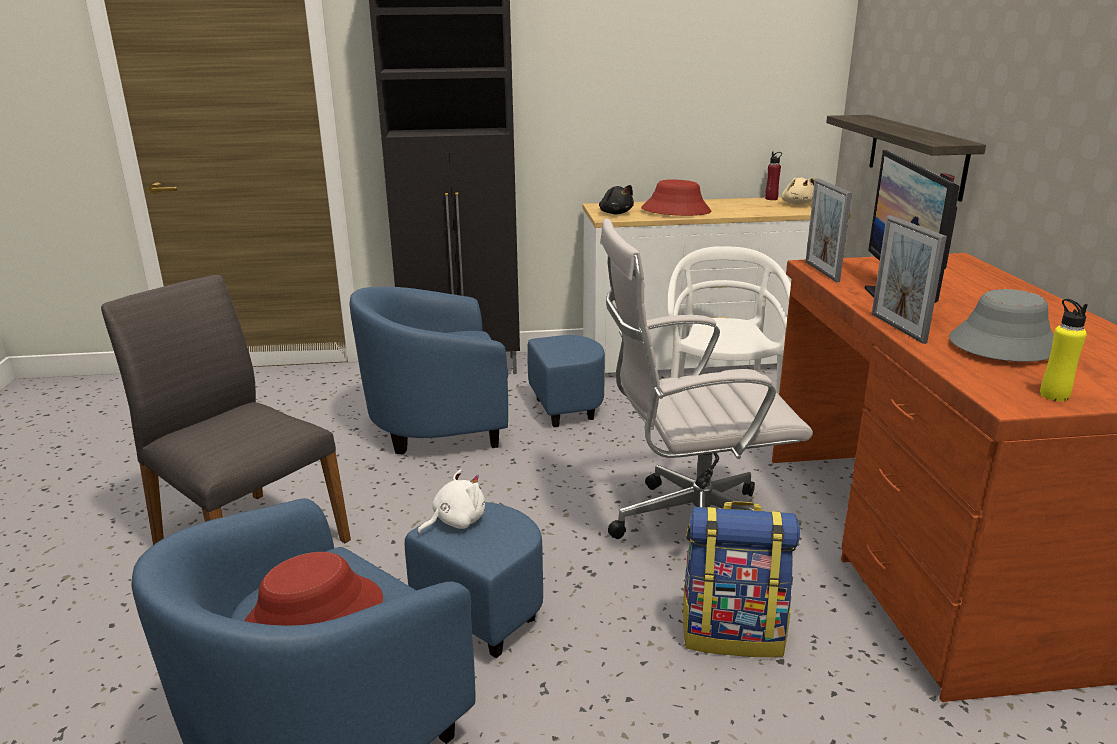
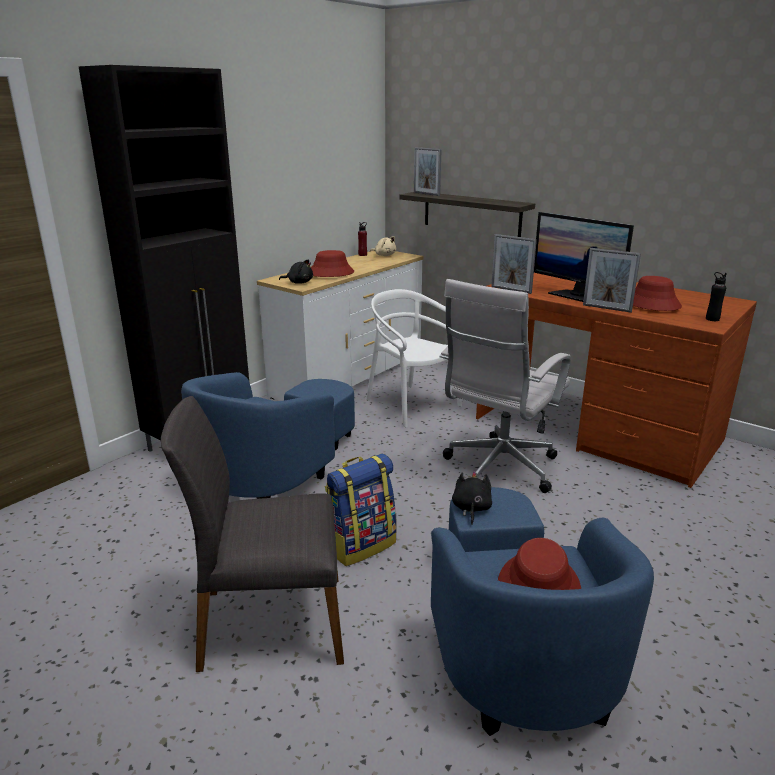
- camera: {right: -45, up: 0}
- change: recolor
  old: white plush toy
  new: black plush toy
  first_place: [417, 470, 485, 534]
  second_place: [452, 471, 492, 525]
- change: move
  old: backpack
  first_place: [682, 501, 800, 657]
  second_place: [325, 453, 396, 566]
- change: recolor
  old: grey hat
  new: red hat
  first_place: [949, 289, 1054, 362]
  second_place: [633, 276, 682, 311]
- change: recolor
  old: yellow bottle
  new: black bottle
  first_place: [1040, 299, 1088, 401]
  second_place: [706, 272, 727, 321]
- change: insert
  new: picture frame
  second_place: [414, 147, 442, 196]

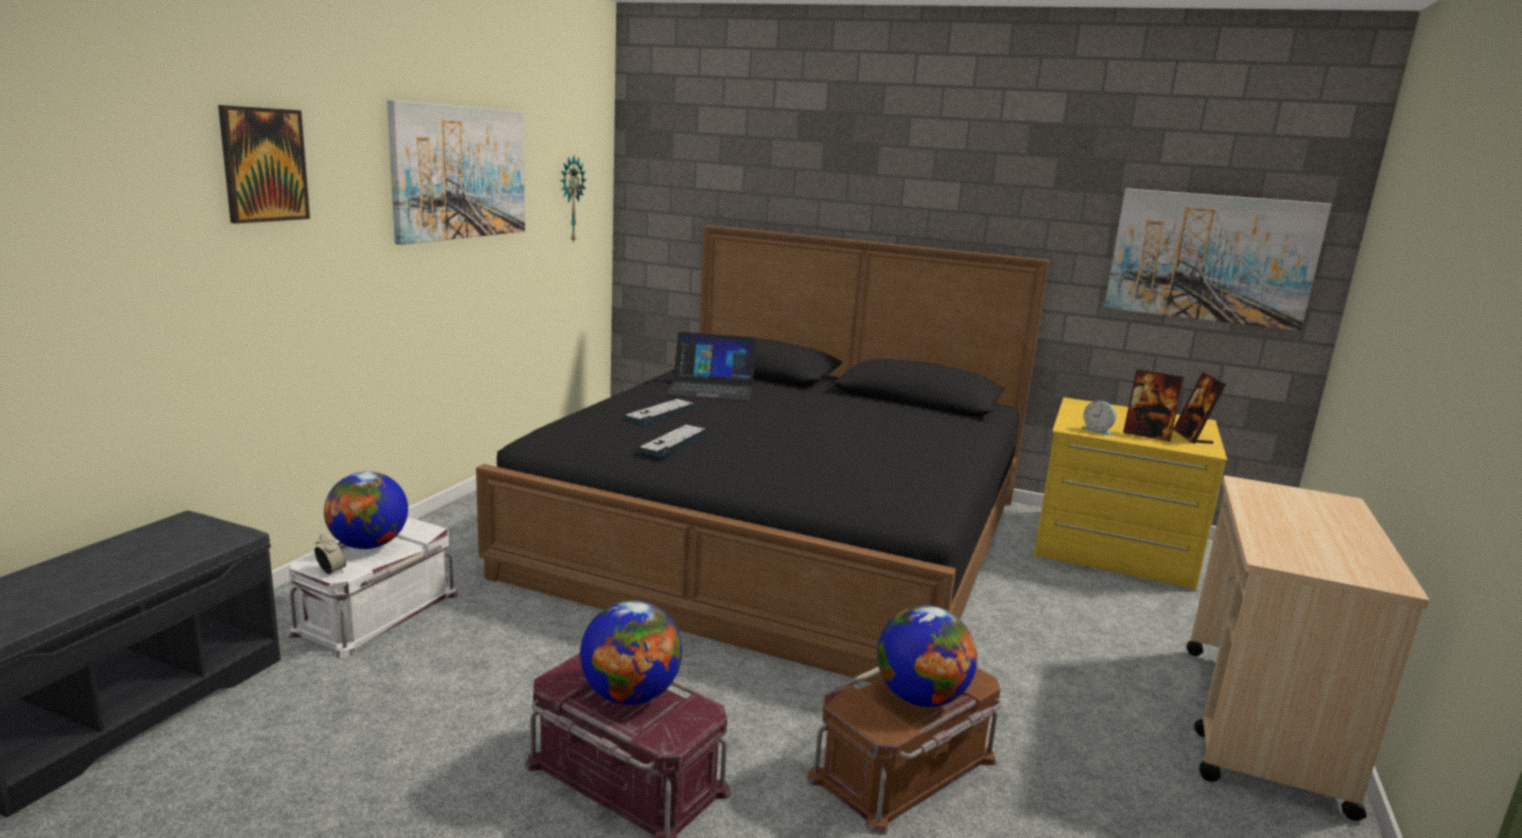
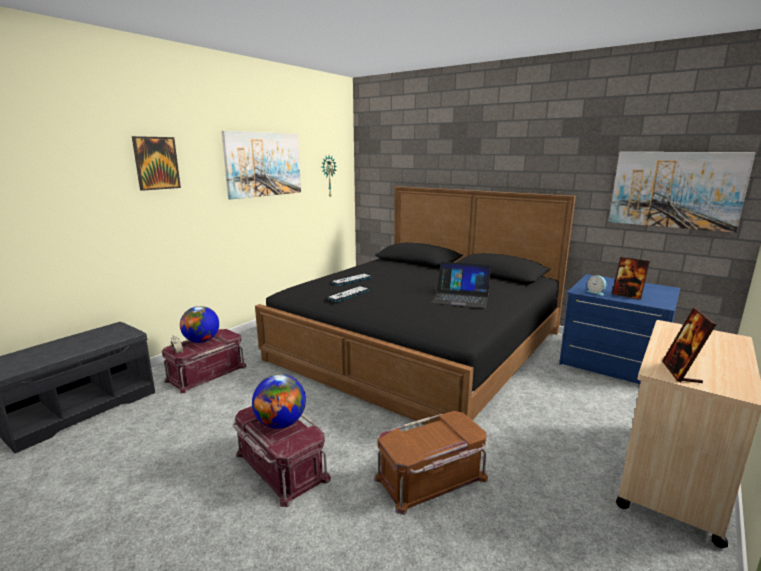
- camera: {right: 15, up: 0}
- change: recolor
  old: white storage box
  new: red storage box
  first_place: [288, 518, 458, 658]
  second_place: [162, 329, 247, 393]
- change: move
  old: laptop
  first_place: [666, 332, 756, 401]
  second_place: [431, 261, 491, 308]
- change: delete
  old: globe
  first_place: [877, 605, 977, 707]
- change: recolor
  old: yellow dresser
  new: blue dresser
  first_place: [1034, 397, 1227, 591]
  second_place: [559, 274, 680, 384]
- change: move
  old: picture frame
  first_place: [1173, 372, 1226, 444]
  second_place: [662, 307, 716, 383]

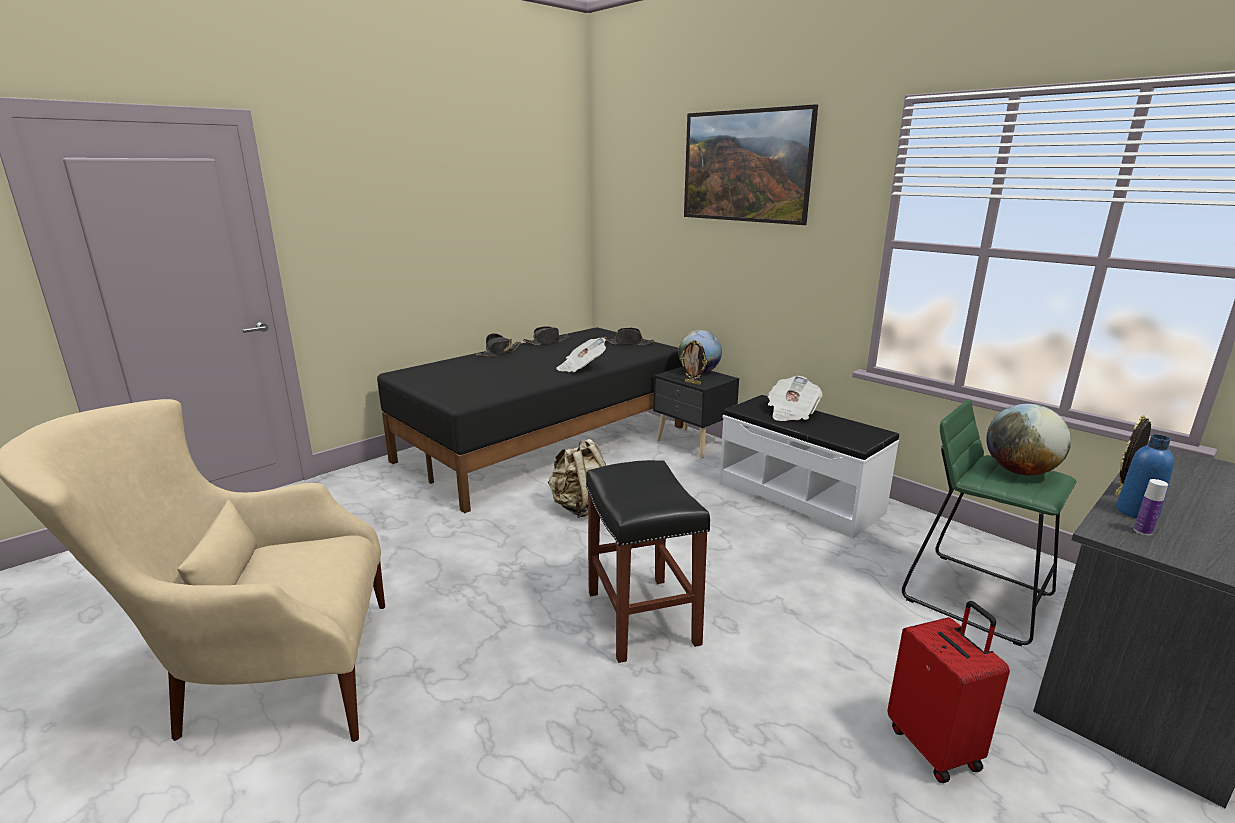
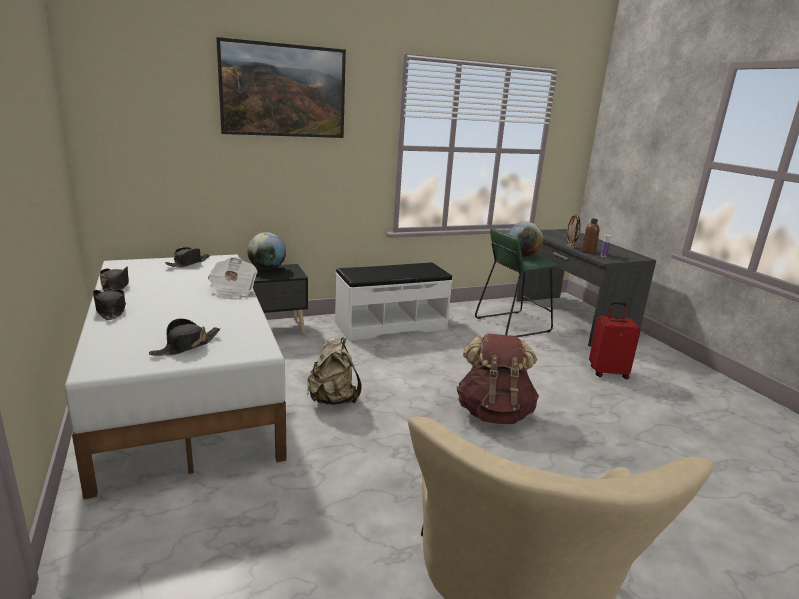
- camera: {right: -70, up: 0}
- change: recolor
  old: black bed
  new: white bed
  first_place: [377, 327, 683, 513]
  second_place: [65, 254, 287, 499]
- change: replace
  old: black stool
  new: brown backpack
  first_place: [586, 460, 710, 663]
  second_place: [456, 334, 539, 424]
- change: delete
  old: picture frame
  first_place: [680, 339, 707, 385]
- change: delete
  old: newspaper
  first_place: [768, 376, 823, 421]
- change: recolor
  old: blue bottle
  new: brown bottle
  first_place: [1116, 434, 1174, 519]
  second_place: [581, 219, 600, 254]
- change: insert
  new: black hat
  second_place: [149, 319, 220, 356]

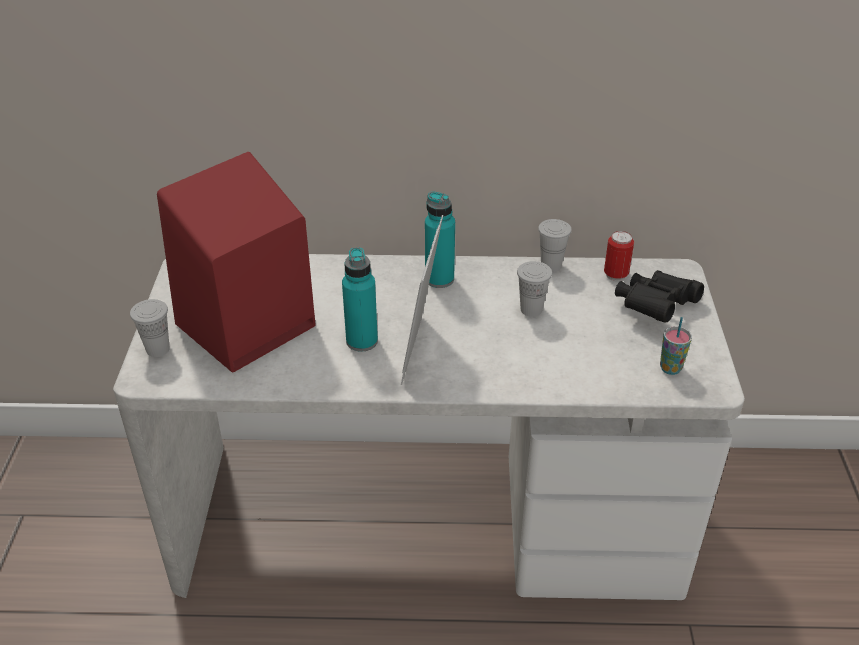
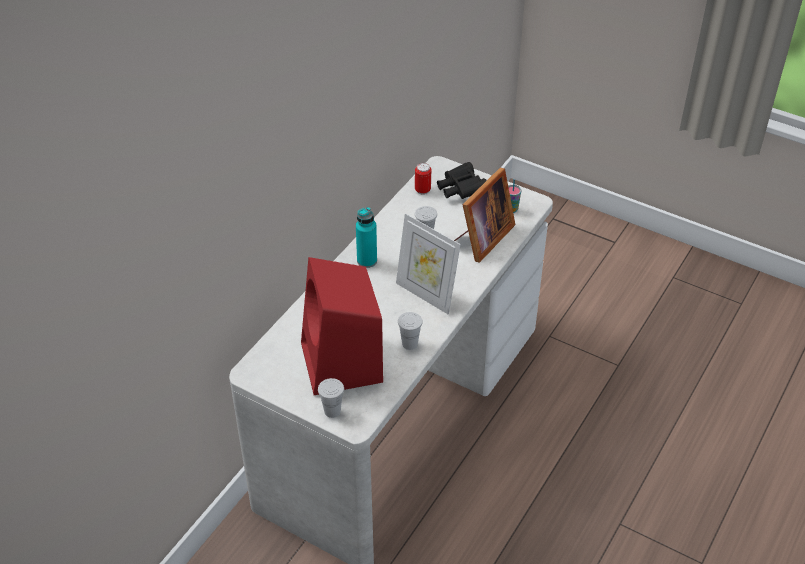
- camera: {right: -60, up: 5}
- change: delete
  old: turquoise bottle
  first_place: [342, 247, 378, 352]
- change: move
  old: white cup
  first_place: [538, 219, 572, 272]
  second_place: [398, 312, 423, 350]
- change: insert
  new: picture frame
  second_place: [454, 168, 515, 263]

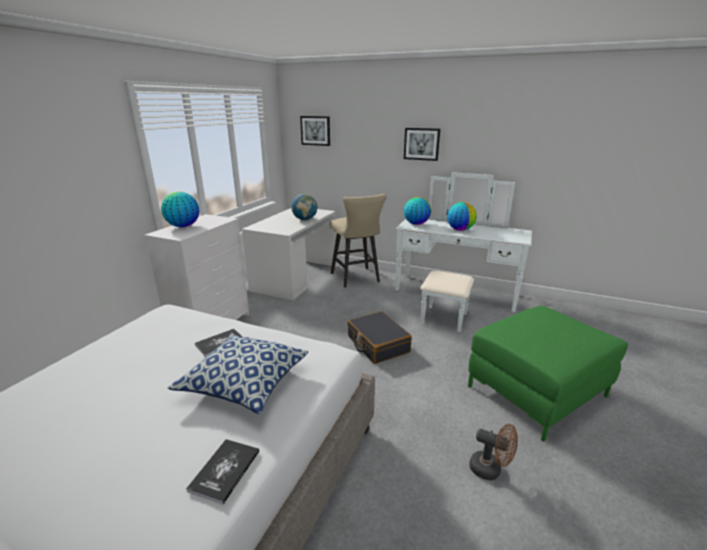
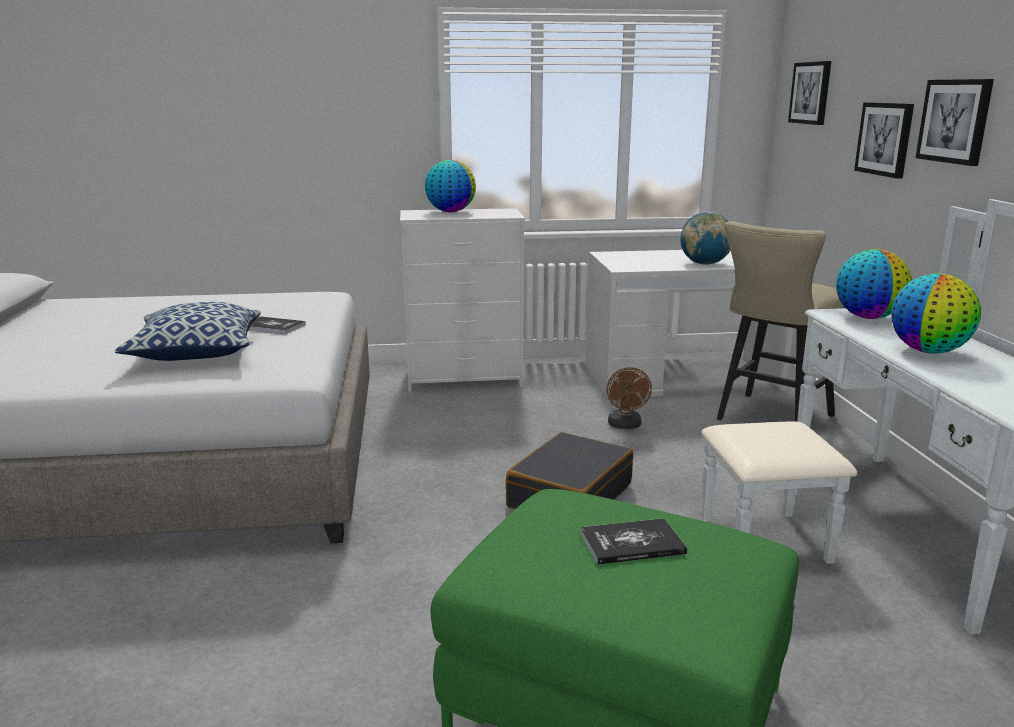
- camera: {right: 60, up: -5}
- change: move
  old: book
  first_place: [186, 439, 259, 505]
  second_place: [580, 518, 687, 565]
- change: move
  old: brown fan
  first_place: [469, 424, 518, 480]
  second_place: [606, 367, 652, 429]
- change: insert
  new: picture
  second_place: [854, 102, 914, 178]

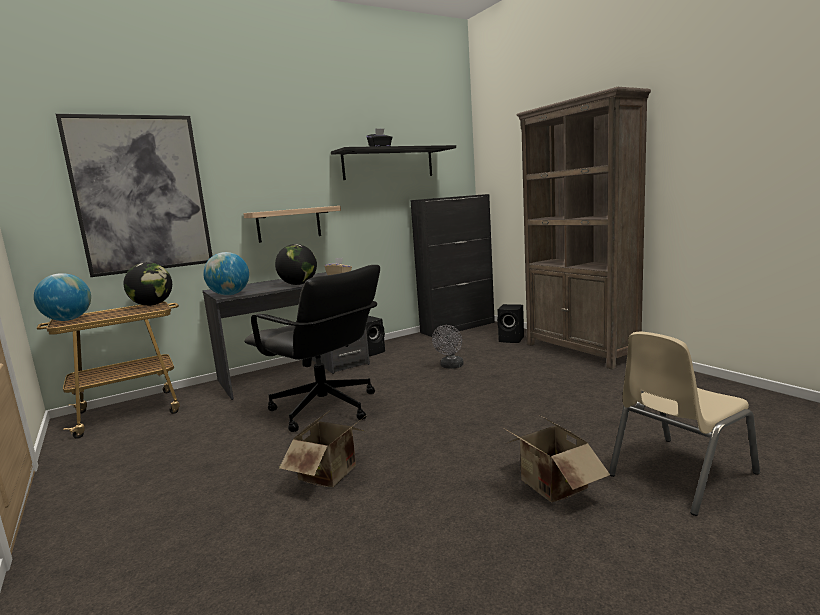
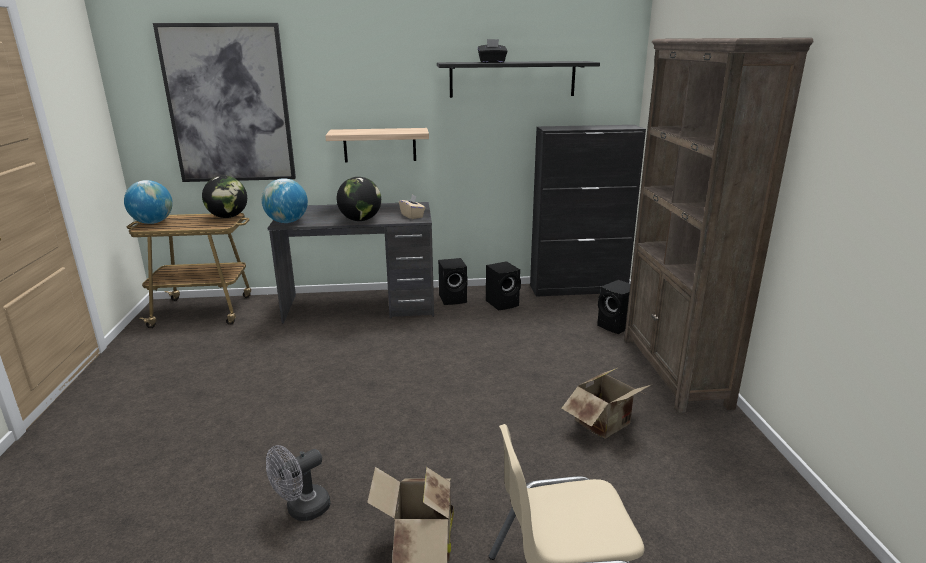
- camera: {right: 25, up: 10}
- change: delete
  old: black office chair
  first_place: [244, 265, 380, 432]
- change: move
  old: cardboard box
  first_place: [279, 409, 364, 487]
  second_place: [561, 368, 651, 439]
- change: move
  old: grey fan
  first_place: [432, 325, 464, 369]
  second_place: [266, 445, 330, 521]
- change: insert
  new: black speaker
  second_place: [486, 261, 521, 310]

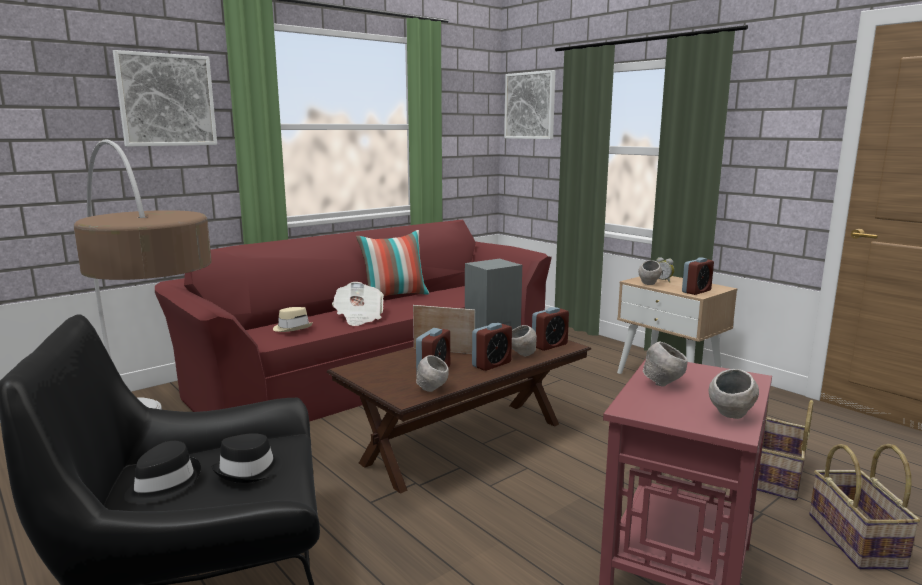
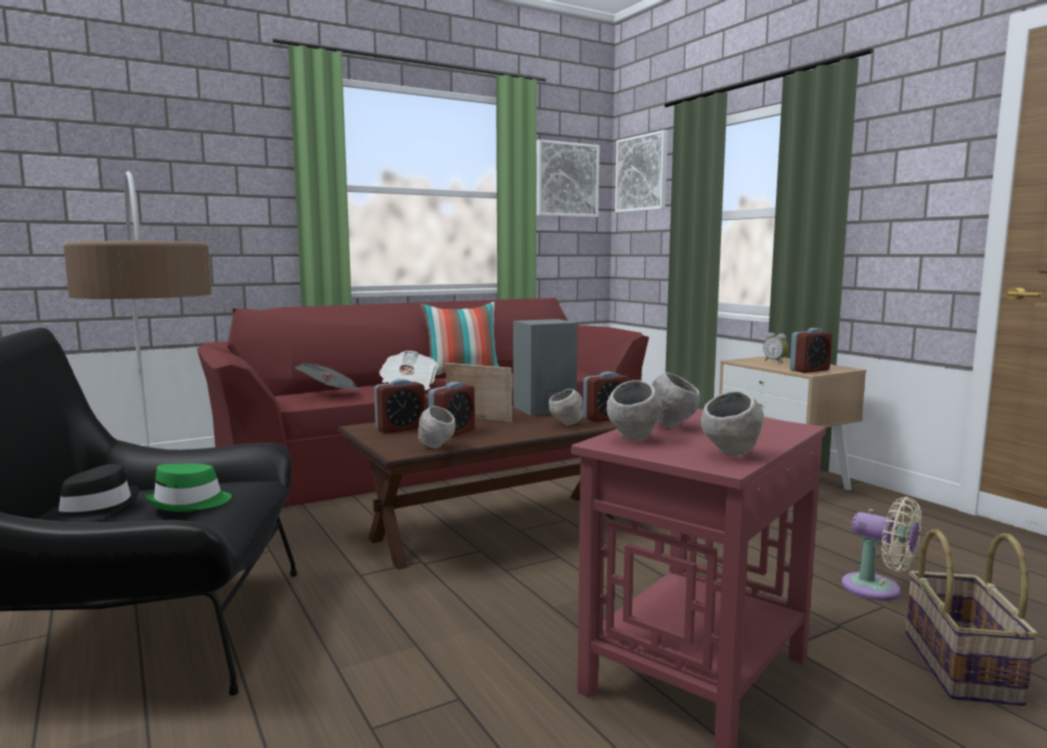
- camera: {right: 10, up: -5}
- change: move
  old: picture
  first_place: [113, 50, 217, 146]
  second_place: [536, 139, 600, 217]
- change: recolor
  old: black hat
  new: green hat
  first_place: [212, 433, 283, 483]
  second_place: [145, 463, 232, 512]
- change: replace
  old: beige hat
  new: newspaper
  first_place: [273, 307, 313, 332]
  second_place: [295, 363, 360, 390]
- change: move
  old: alarm clock
  first_place: [472, 323, 512, 371]
  second_place: [374, 379, 425, 433]
- change: move
  old: grey bowl
  first_place: [638, 260, 662, 285]
  second_place: [606, 380, 662, 440]
- change: replace
  old: basket
  new: beige fan
  first_place: [757, 399, 814, 501]
  second_place: [841, 497, 922, 601]

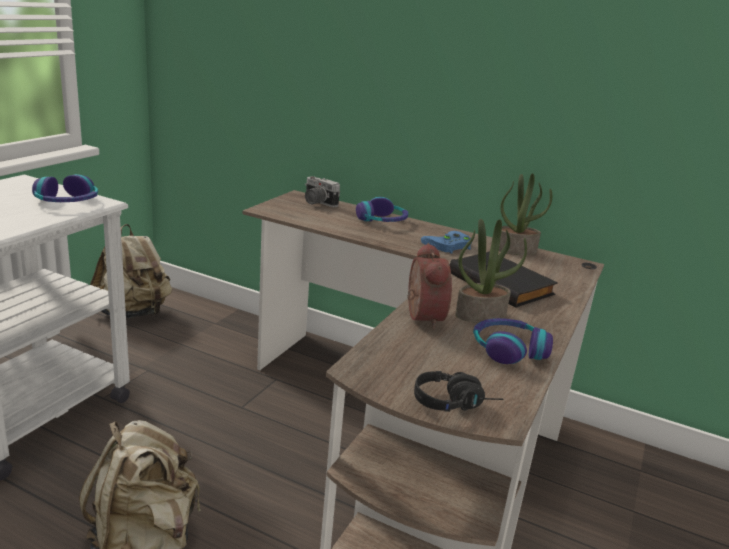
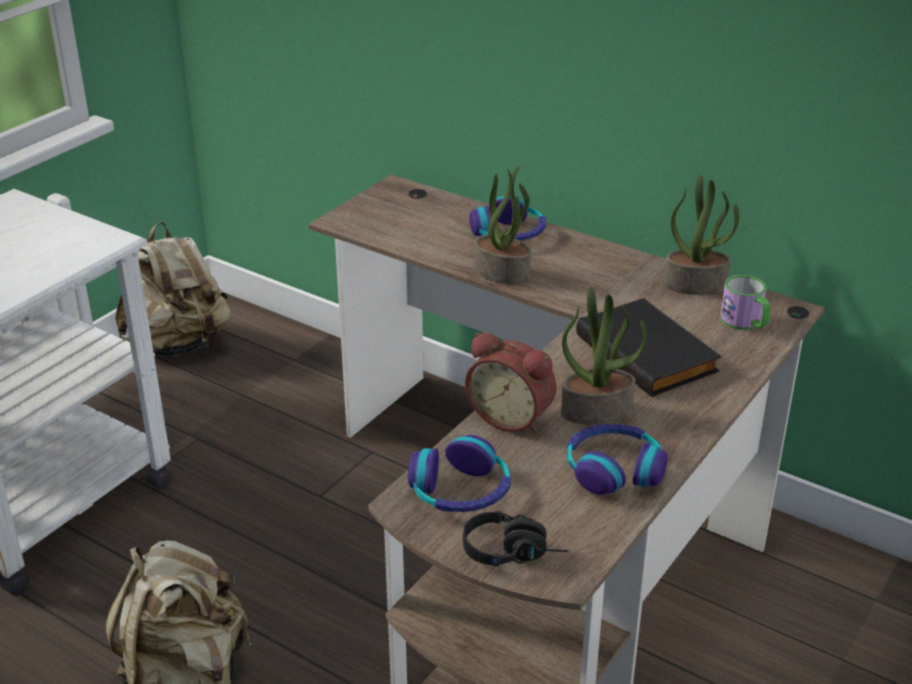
- camera: {right: 10, up: 10}
- change: move
  old: headphones
  first_place: [32, 174, 98, 202]
  second_place: [408, 435, 511, 512]
- change: delete
  old: photo camera
  first_place: [305, 176, 340, 207]
- change: rotate
  old: alarm clock
  first_place: [407, 243, 452, 329]
  second_place: [465, 332, 556, 433]
  degrees: 120
- change: delete
  old: blue game controller
  first_place: [421, 231, 472, 254]
- change: insert
  new: potted plant
  second_place: [474, 166, 531, 285]
- change: insert
  new: mug
  second_place: [720, 275, 771, 330]

